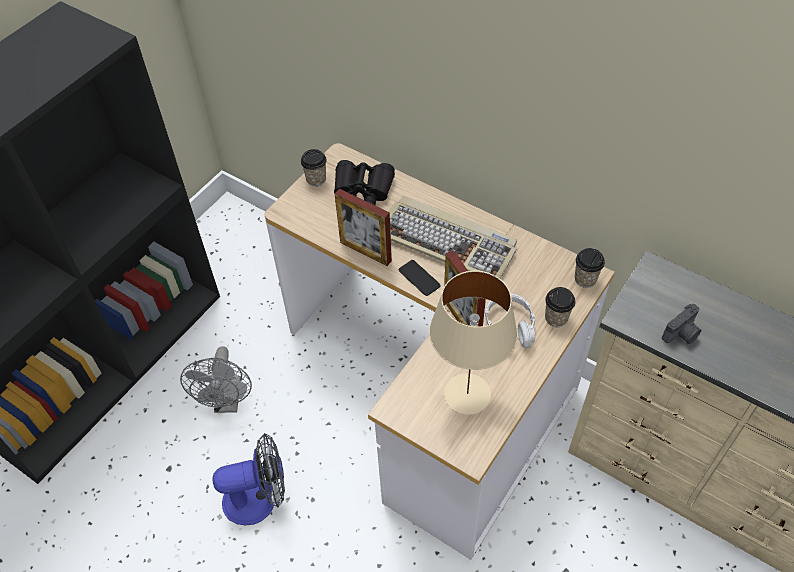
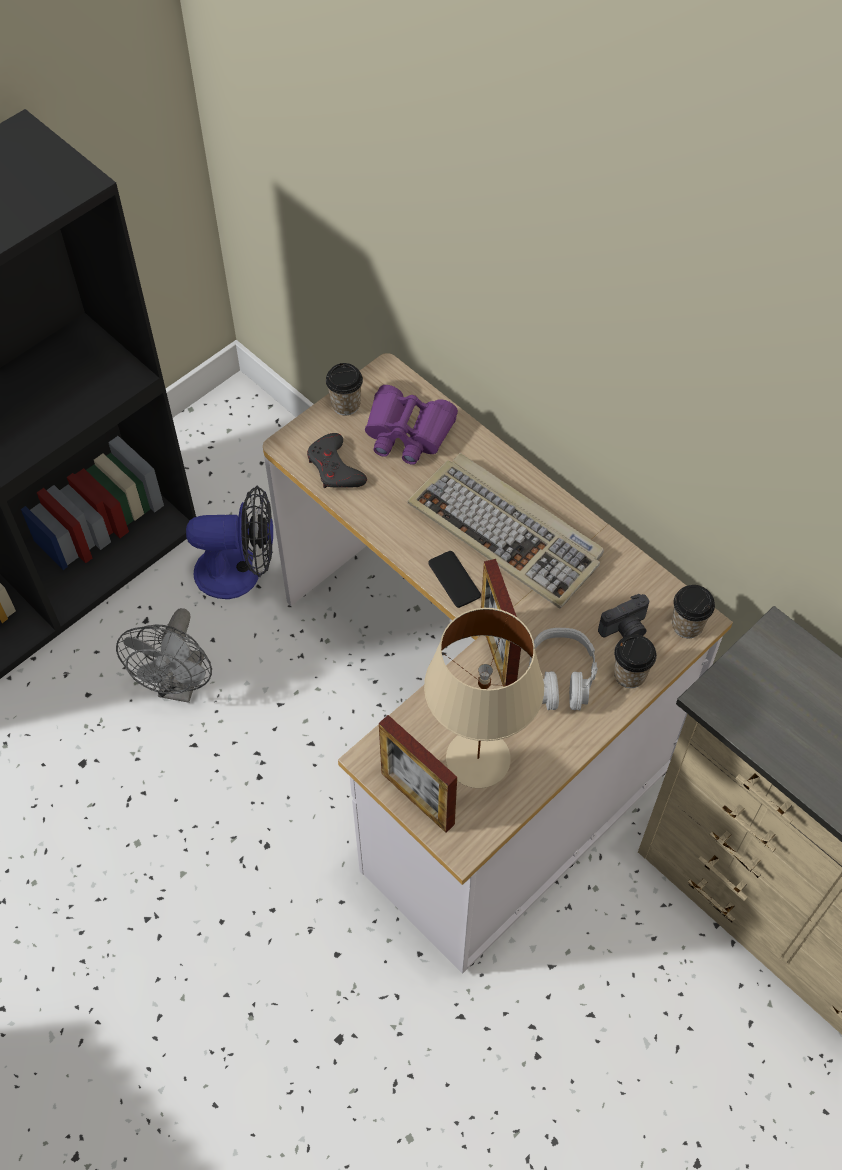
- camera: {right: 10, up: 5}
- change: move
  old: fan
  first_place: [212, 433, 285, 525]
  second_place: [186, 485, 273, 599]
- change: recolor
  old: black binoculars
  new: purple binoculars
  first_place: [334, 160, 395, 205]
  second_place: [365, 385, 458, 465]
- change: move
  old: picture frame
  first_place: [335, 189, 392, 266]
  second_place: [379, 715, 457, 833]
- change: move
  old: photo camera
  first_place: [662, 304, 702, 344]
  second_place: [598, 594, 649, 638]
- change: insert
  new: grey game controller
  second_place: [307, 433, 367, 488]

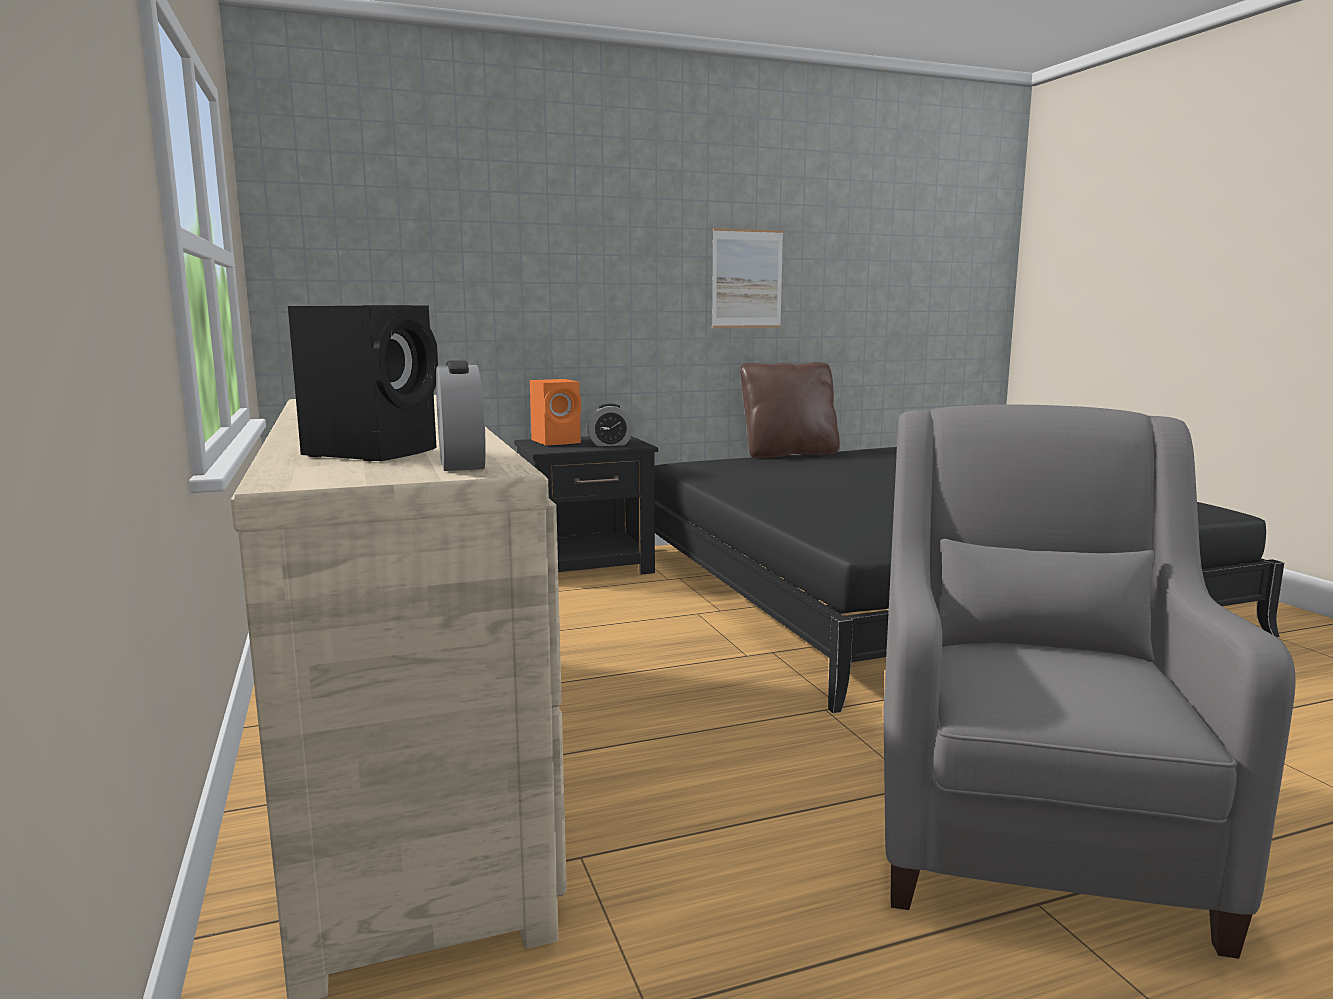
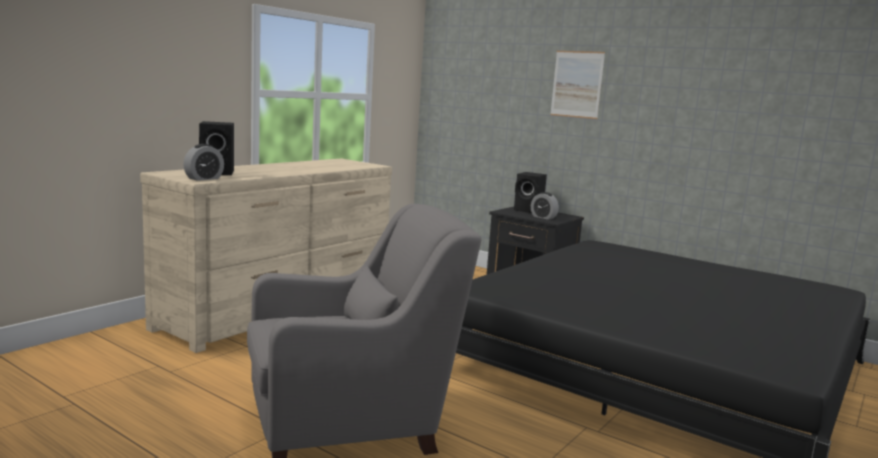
- camera: {right: 55, up: 0}
- change: recolor
  old: orange speaker
  new: black speaker
  first_place: [530, 379, 581, 445]
  second_place: [514, 172, 547, 213]
- change: move
  old: picture
  first_place: [712, 228, 783, 328]
  second_place: [550, 51, 605, 119]
- change: delete
  old: brown pillow
  first_place: [740, 362, 840, 458]

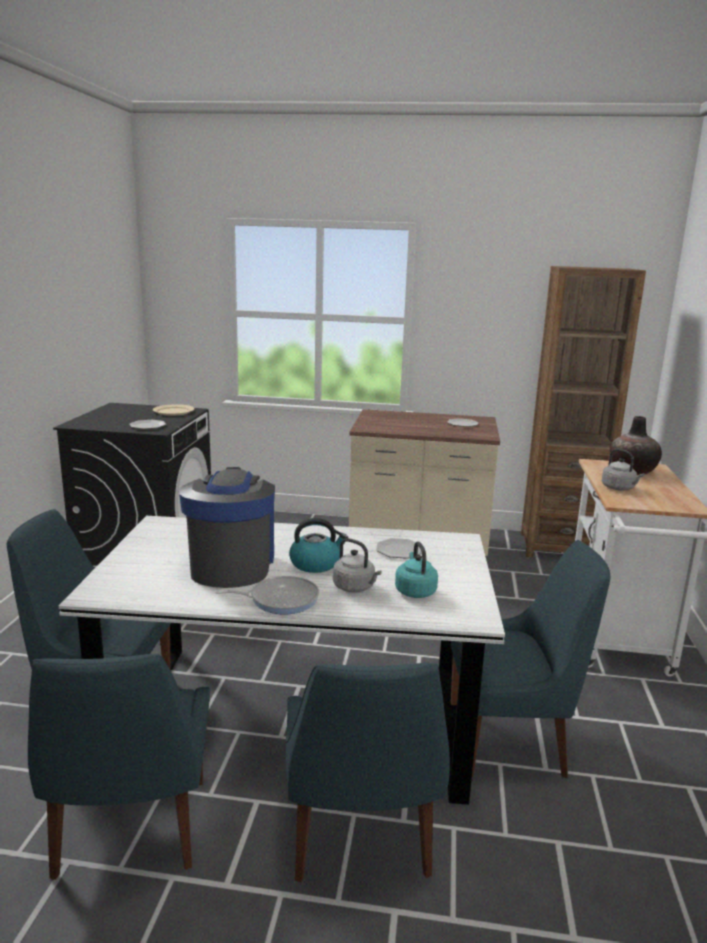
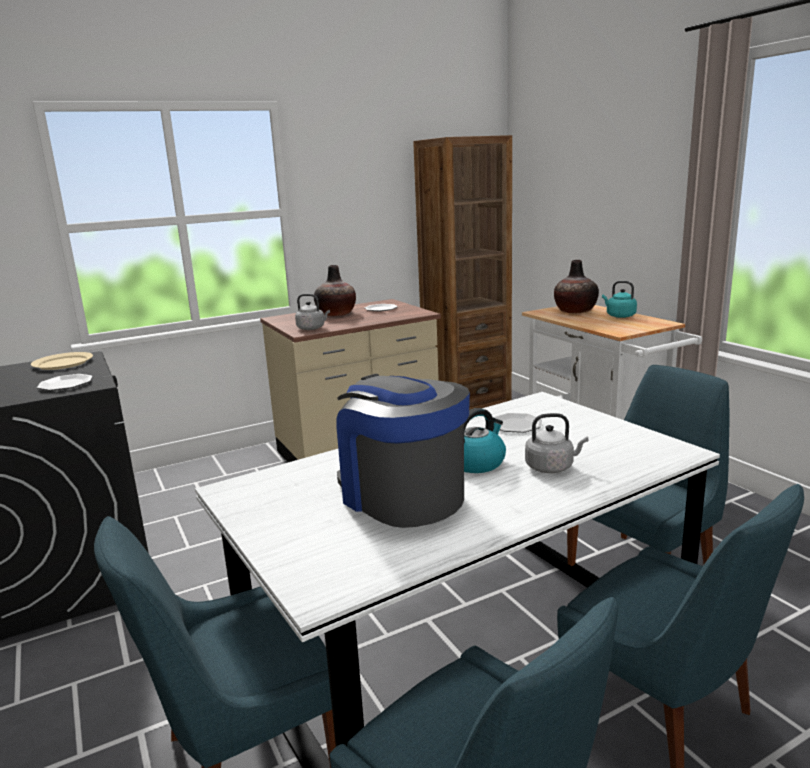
- camera: {right: -35, up: 0}
- change: delete
  old: frying pan
  first_place: [215, 576, 319, 614]
- change: move
  old: turquoise kettle
  first_place: [395, 542, 438, 598]
  second_place: [602, 281, 637, 318]
- change: move
  old: grey kettle
  first_place: [602, 449, 644, 490]
  second_place: [295, 294, 330, 330]
- change: insert
  new: vase
  second_place: [314, 265, 356, 316]

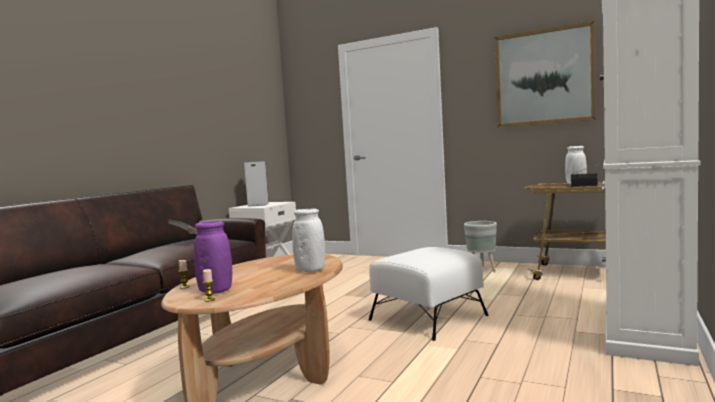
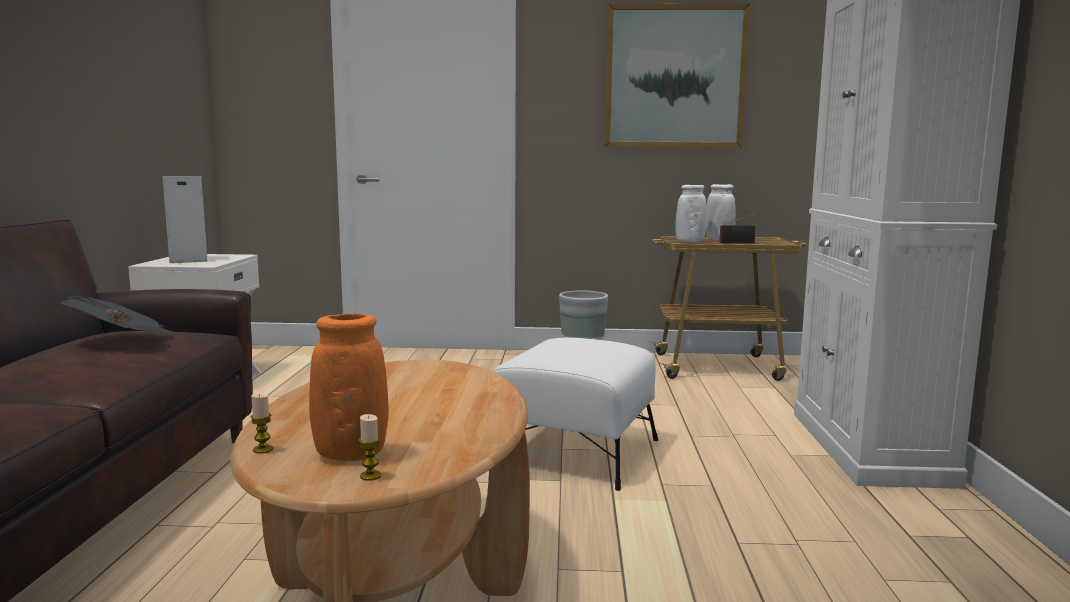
- camera: {right: -25, up: 5}
- change: recolor
  old: purple vase
  new: orange vase
  first_place: [194, 221, 232, 294]
  second_place: [309, 314, 389, 461]
- change: move
  old: white vase
  first_place: [292, 209, 325, 272]
  second_place: [675, 185, 707, 243]

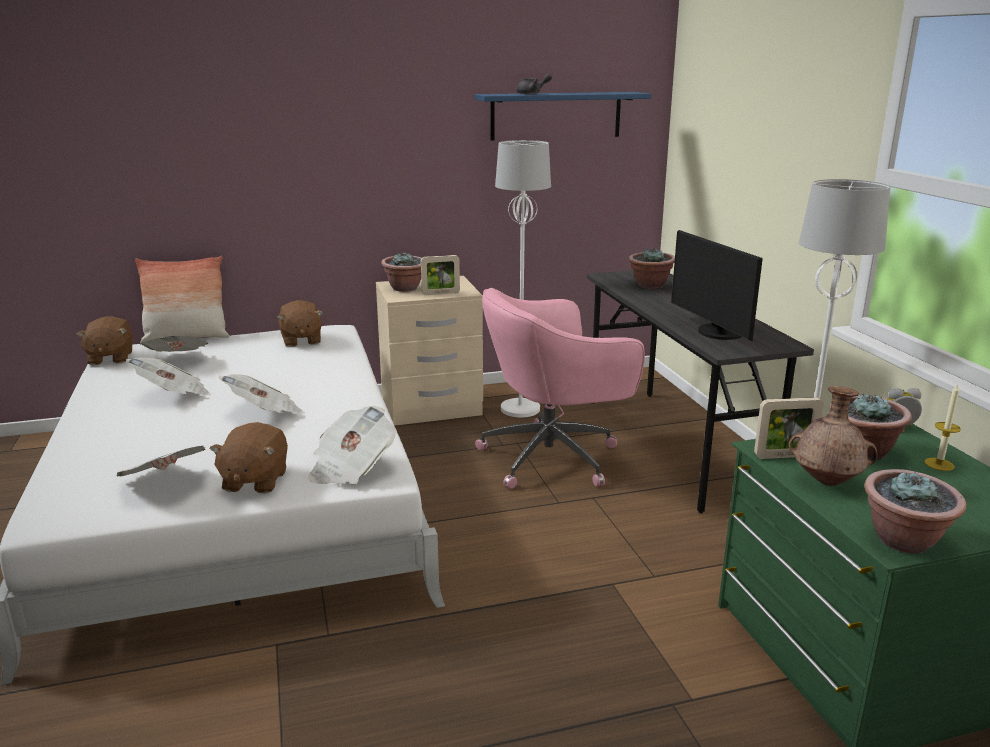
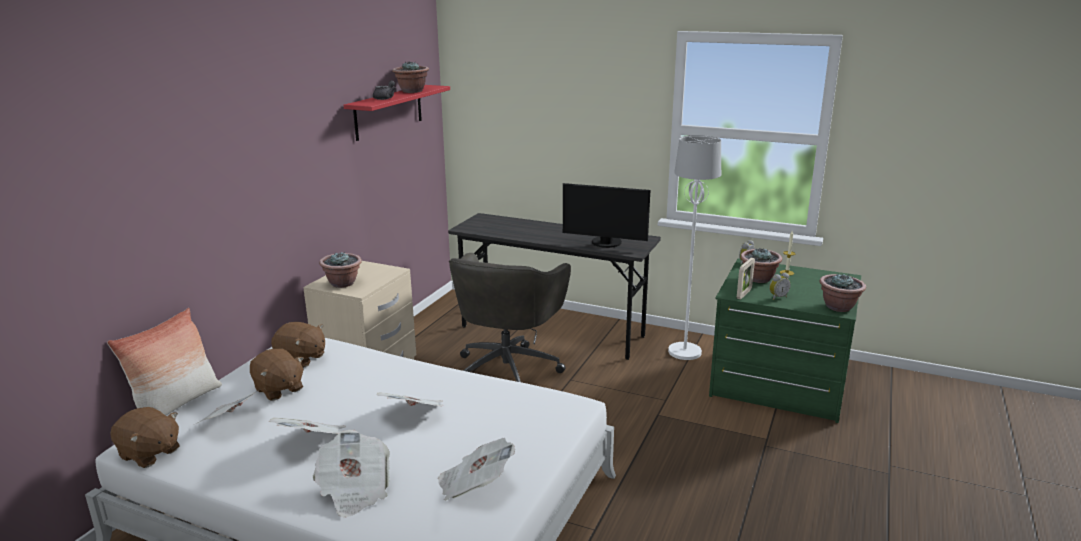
- camera: {right: -50, up: 0}
- change: move
  old: brown plush toy
  first_place: [210, 422, 288, 494]
  second_place: [250, 349, 304, 401]
- change: move
  old: newspaper
  first_place: [308, 406, 396, 485]
  second_place: [313, 430, 390, 518]
- change: delete
  old: picture frame
  first_place: [421, 255, 460, 295]
- change: recolor
  old: blue shelf
  new: red shelf
  first_place: [474, 92, 652, 140]
  second_place: [344, 85, 450, 141]
- change: recolor
  old: pink office chair
  new: grey office chair
  first_place: [475, 288, 645, 489]
  second_place: [449, 253, 571, 382]
- change: delete
  old: white floor lamp
  first_place: [495, 140, 551, 418]
- change: move
  old: potted plant
  first_place: [628, 248, 675, 289]
  second_place: [392, 61, 429, 93]
- change: replace
  old: brown vase
  new: alarm clock
  first_place: [789, 386, 878, 486]
  second_place: [769, 273, 791, 300]

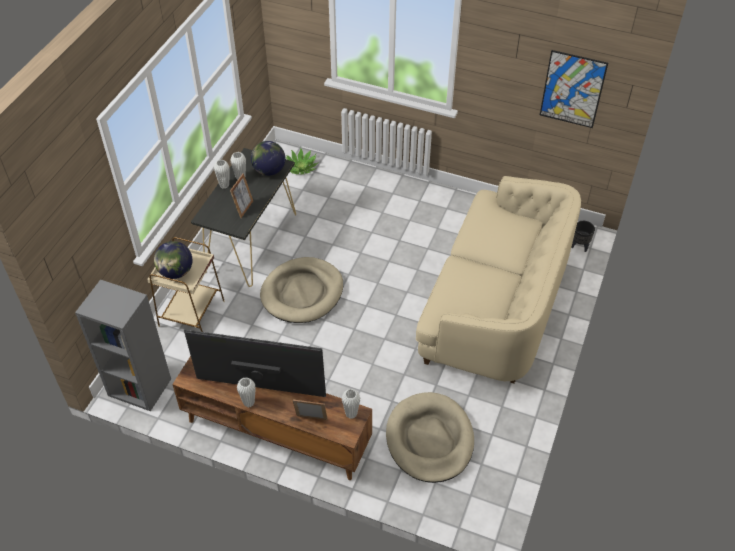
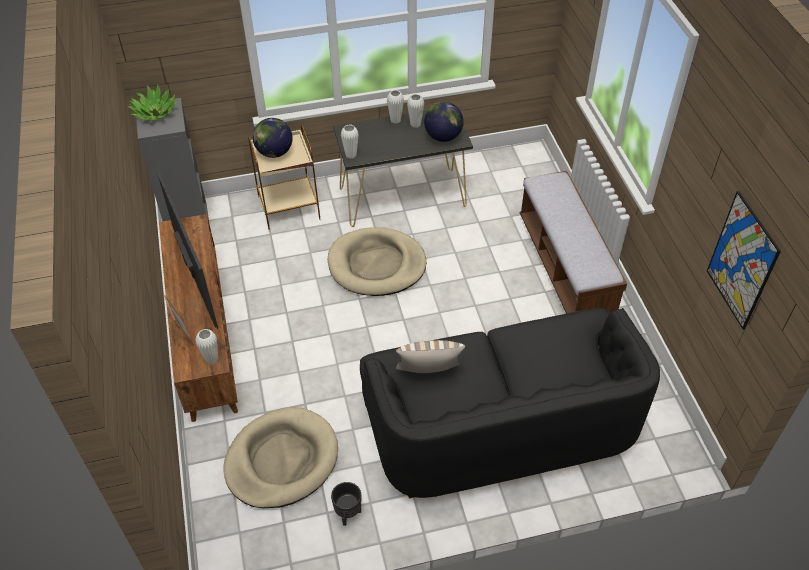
- camera: {right: 55, up: 0}
- change: delete
  old: picture frame
  first_place: [230, 173, 253, 218]
- change: move
  old: white vase
  first_place: [237, 378, 256, 407]
  second_place: [341, 124, 359, 159]
- change: move
  old: potted plant
  first_place: [286, 148, 319, 175]
  second_place: [127, 84, 178, 121]
- change: recolor
  old: beige sofa
  new: black sofa
  first_place: [416, 176, 581, 384]
  second_place: [360, 308, 660, 498]
- change: move
  old: black planter
  first_place: [571, 221, 595, 252]
  second_place: [331, 482, 361, 526]
- change: insert
  new: pillow
  second_place: [396, 340, 466, 373]
- change: insert
  new: bench
  second_place: [520, 171, 627, 314]

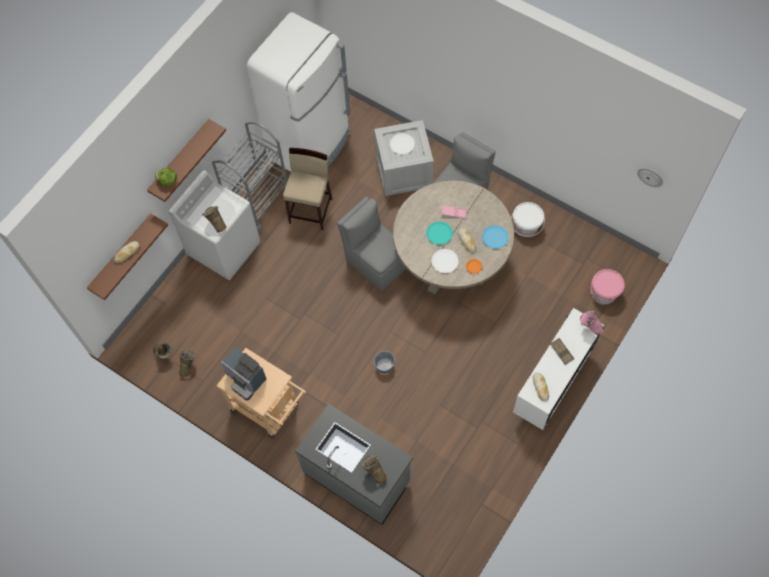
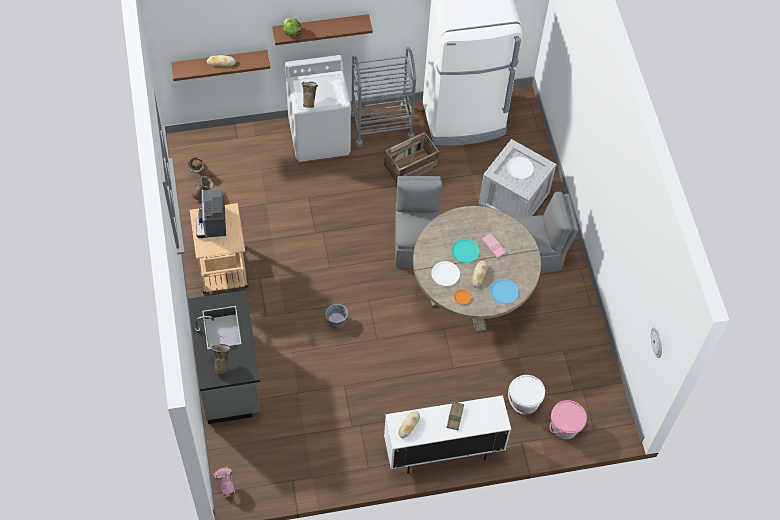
- camera: {right: 40, up: -5}
- change: replace
  old: beige stool
  new: crate
  first_place: [283, 148, 333, 230]
  second_place: [384, 132, 439, 182]
- change: move
  old: white bucket
  first_place: [511, 202, 545, 237]
  second_place: [508, 375, 545, 415]
- change: move
  old: pink vase
  first_place: [580, 311, 604, 335]
  second_place: [213, 467, 235, 497]

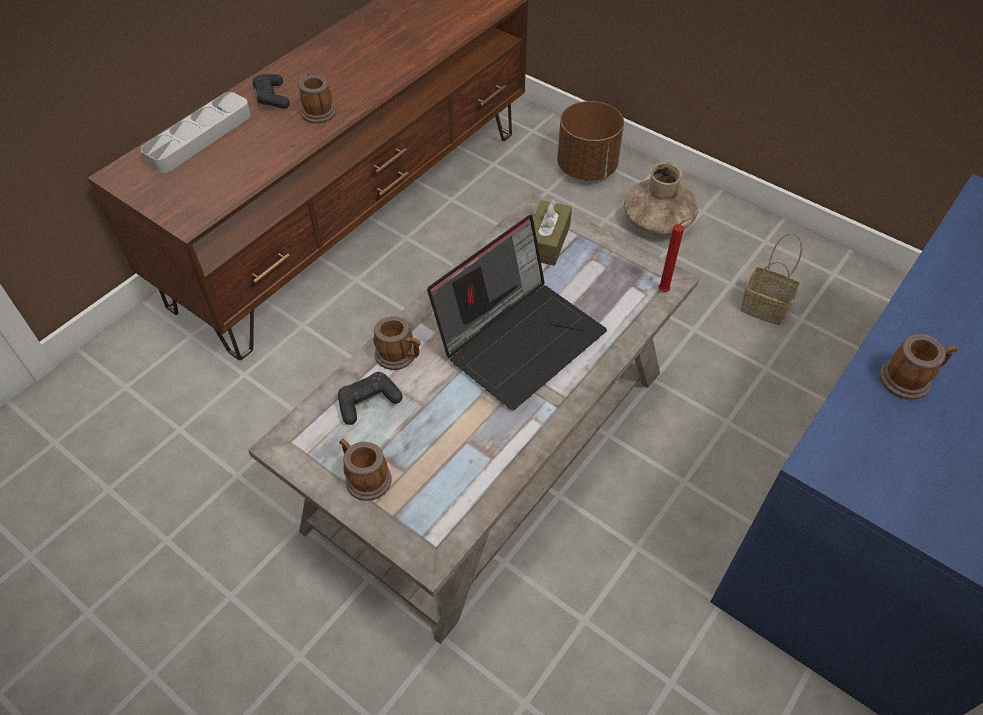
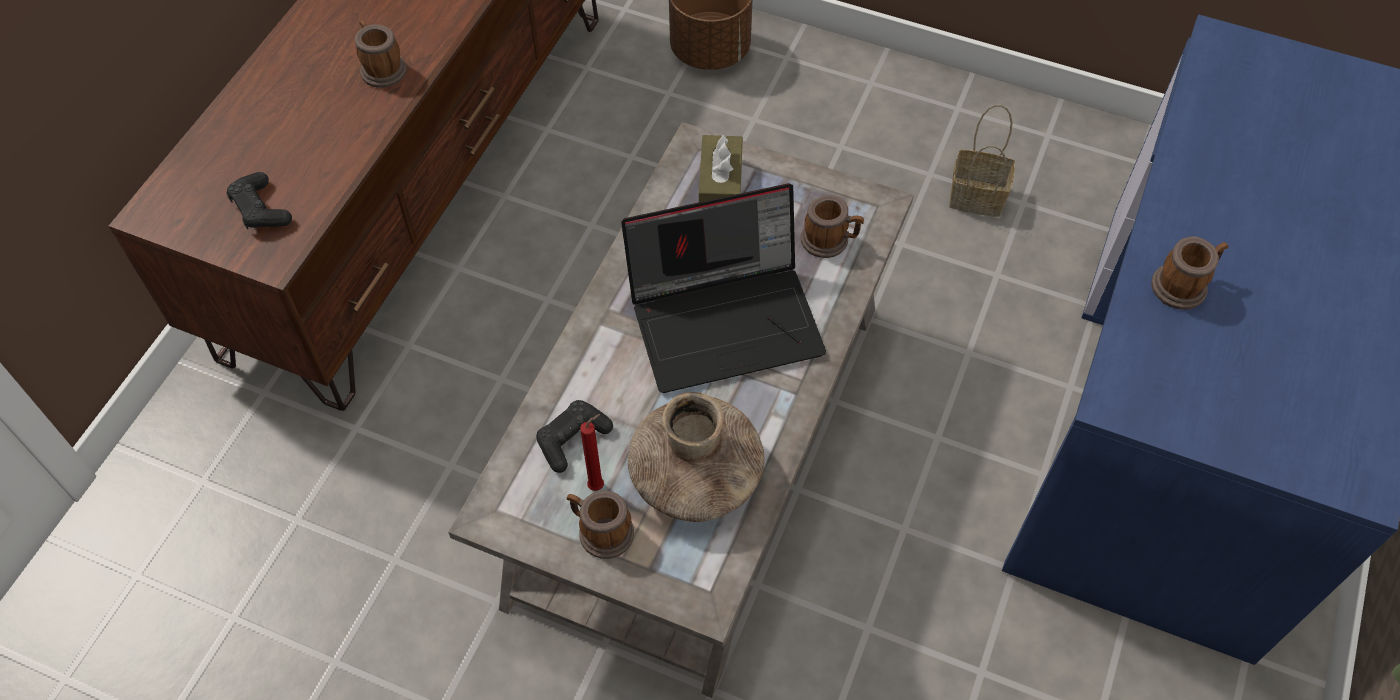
- camera: {right: -15, up: 5}
- change: delete
  old: grey tray
  first_place: [141, 92, 251, 173]
- change: move
  old: black game controller
  first_place: [252, 74, 290, 109]
  second_place: [226, 172, 292, 229]
- change: move
  old: mug
  first_place: [373, 316, 421, 370]
  second_place: [801, 195, 864, 258]
- change: rotate
  old: laptop
  first_place: [427, 215, 607, 410]
  second_place: [621, 183, 826, 393]
  degrees: 45
- change: move
  old: brown vase
  first_place: [624, 162, 698, 235]
  second_place: [628, 392, 764, 522]
- change: move
  old: red candle
  first_place: [658, 218, 691, 292]
  second_place: [580, 414, 604, 491]

